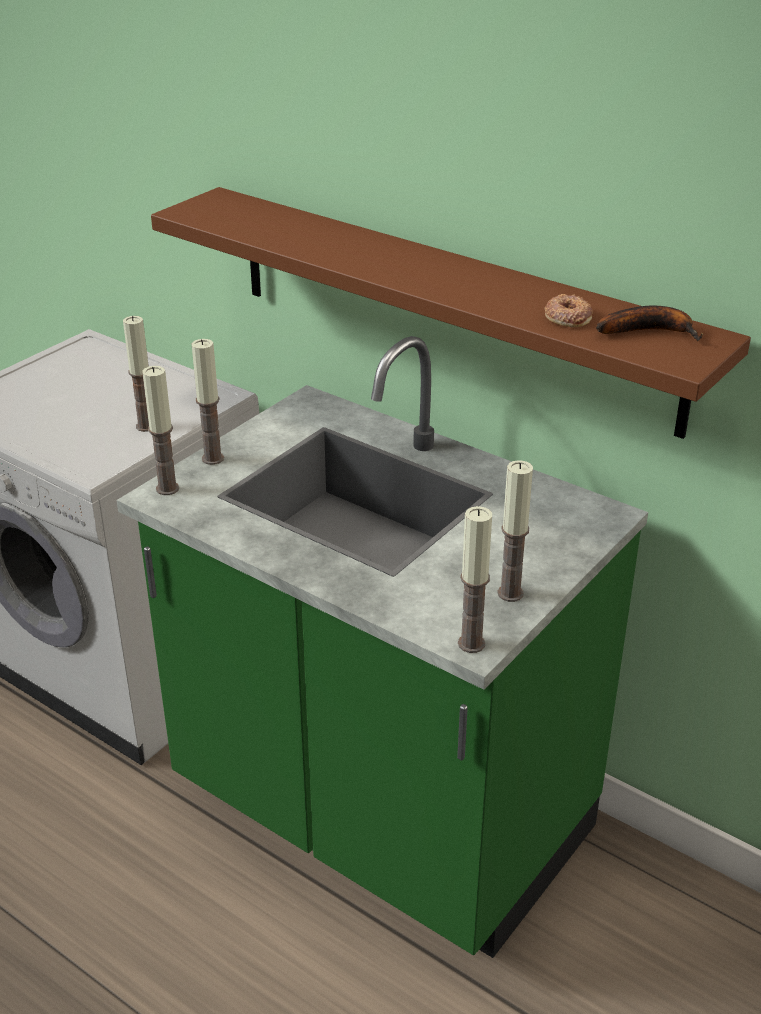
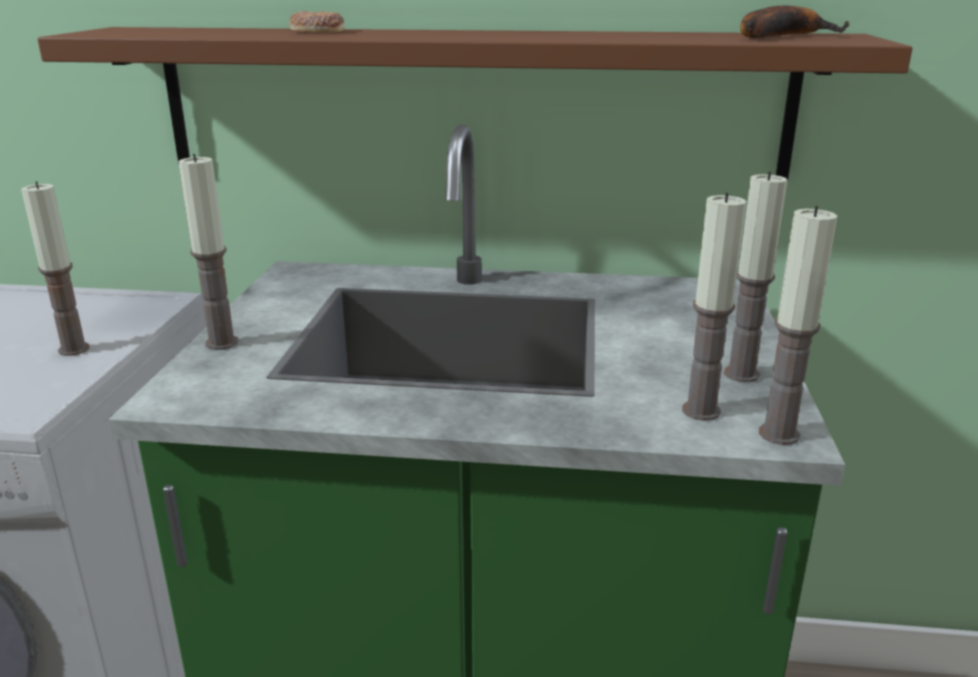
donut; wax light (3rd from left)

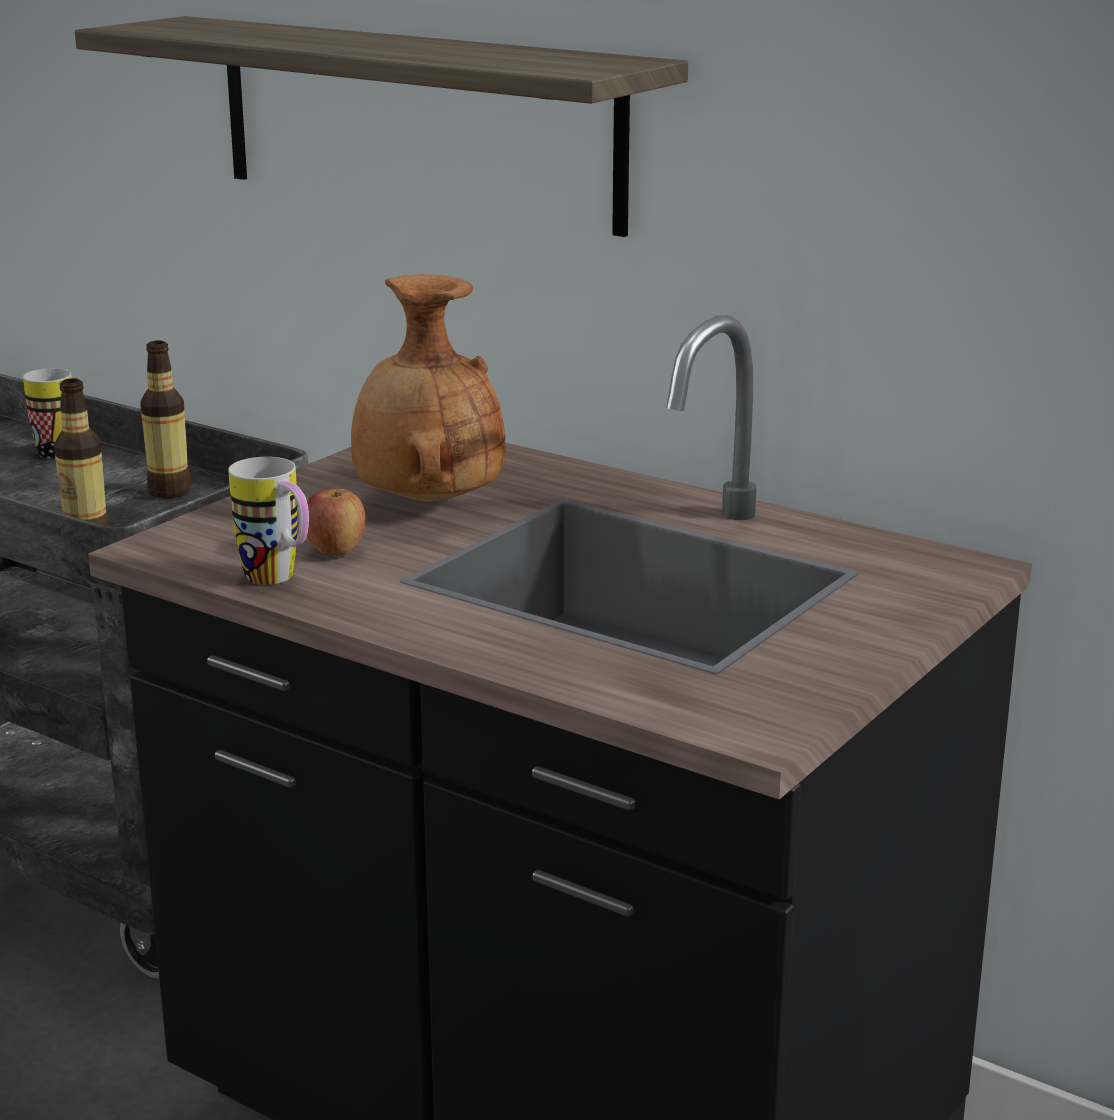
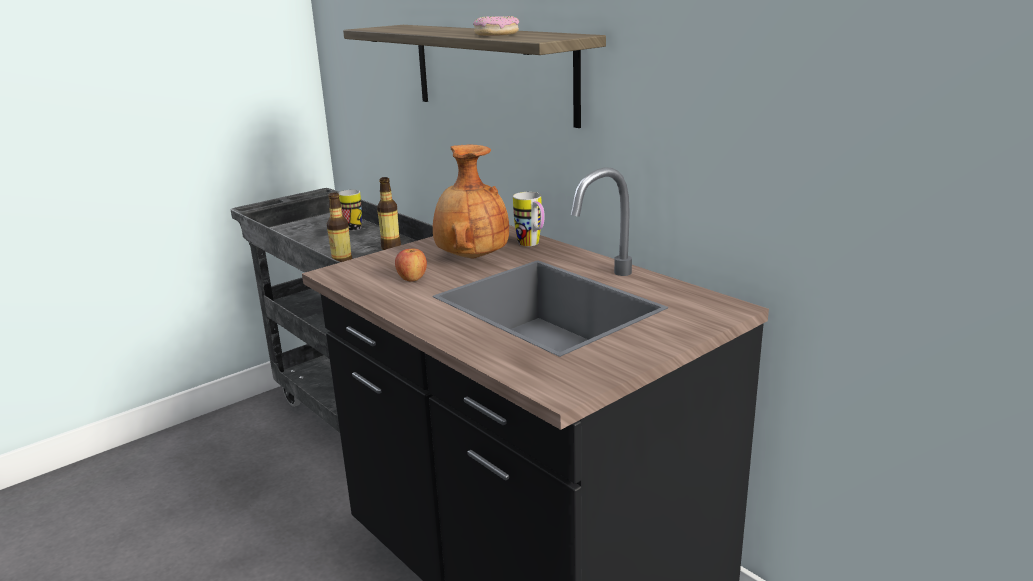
donut; coffee mug (2nd from left)

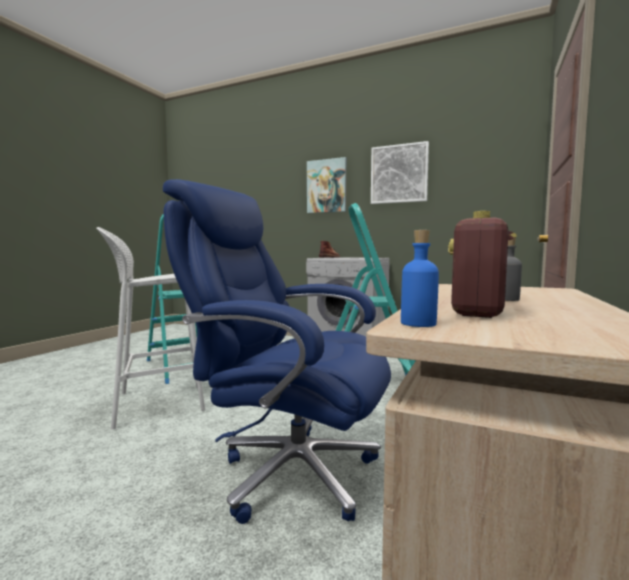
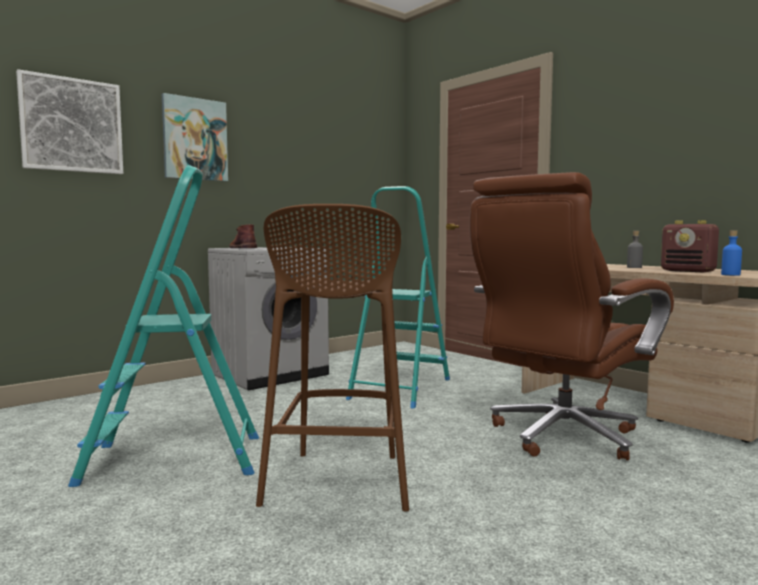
wall picture (1st from left); brown stool; brown office chair

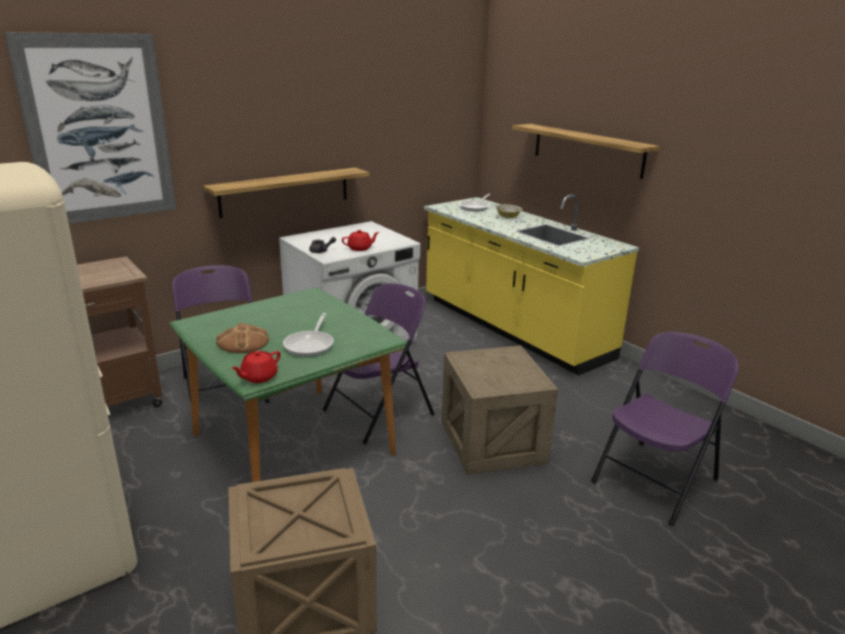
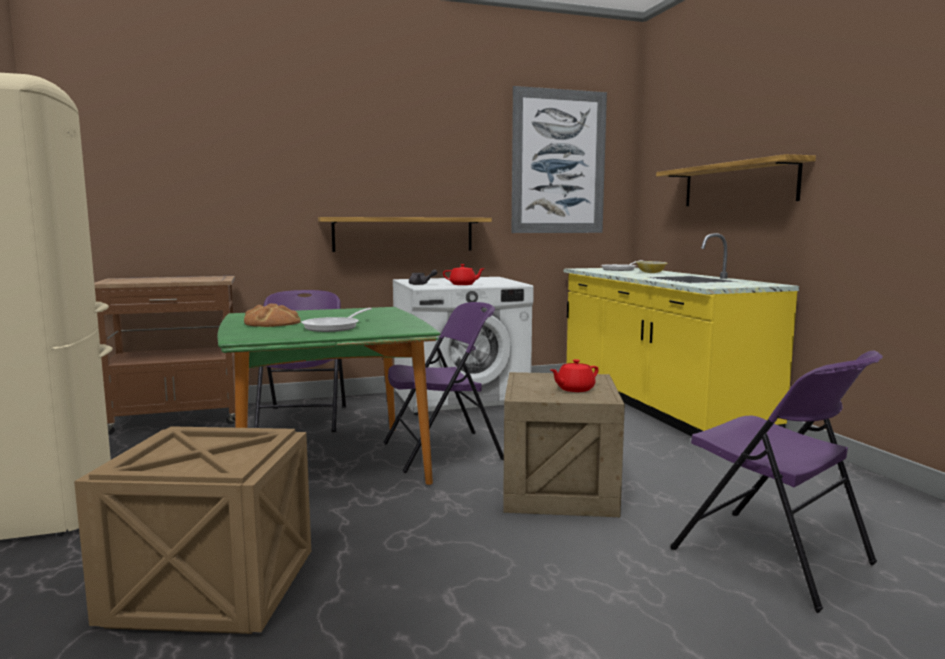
wall picture; red tea pot (2nd from left); purple-coloured upright chair (3rd from left)

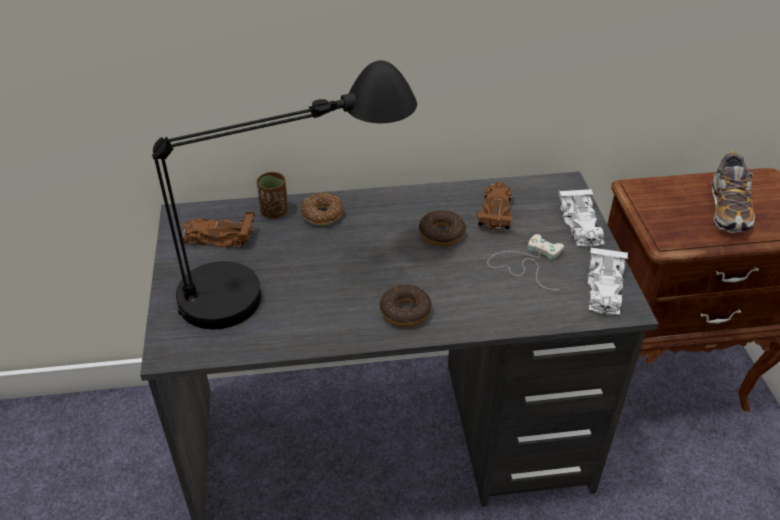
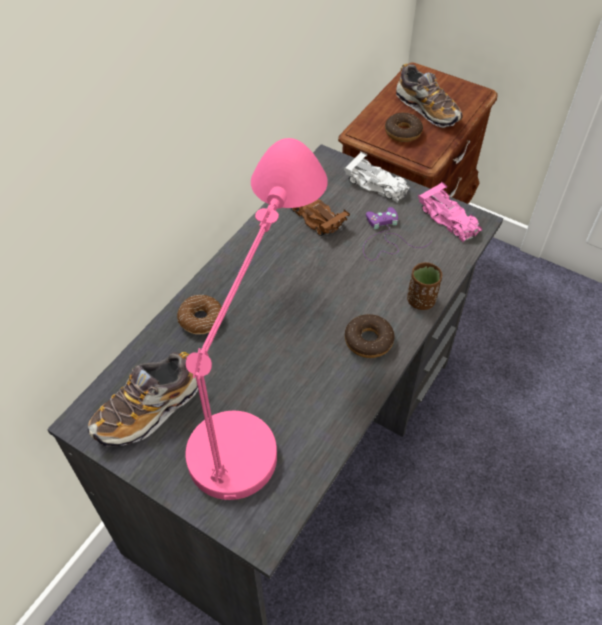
shoe (1st from left); pinkish table lamp; purple-coloured game controller; donut (3rd from left); brown cup; pinkish miniature car

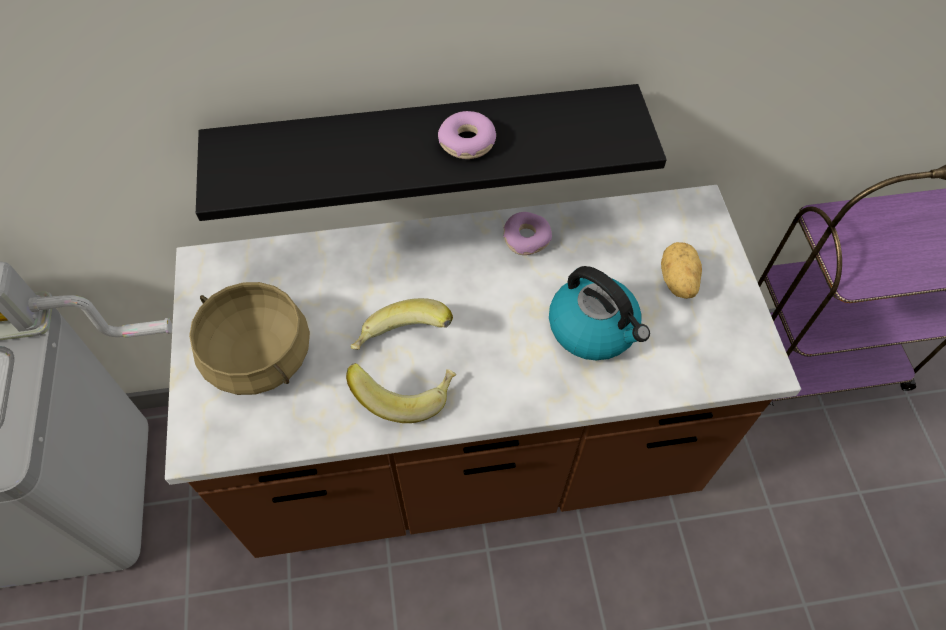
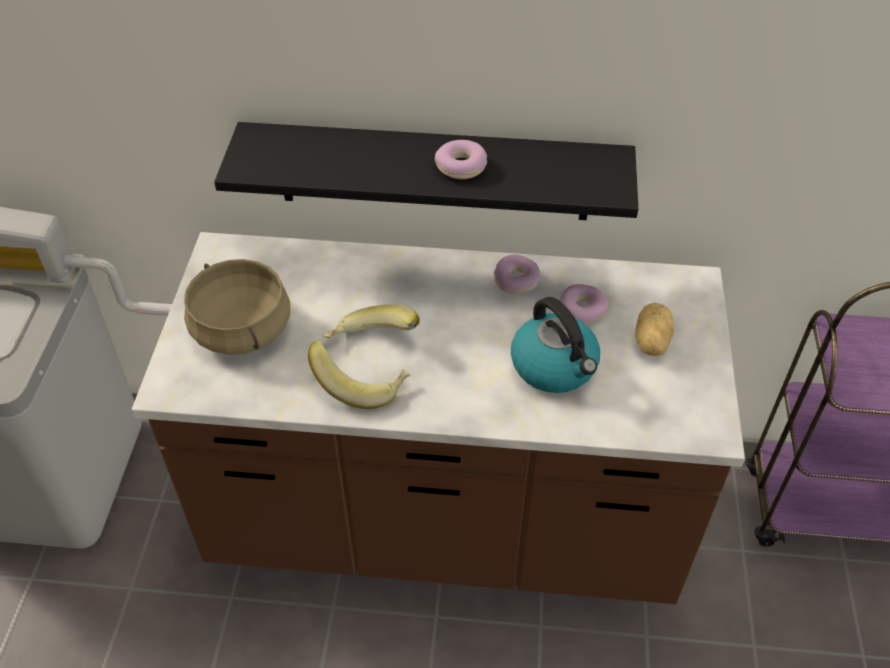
donut (3rd from left)

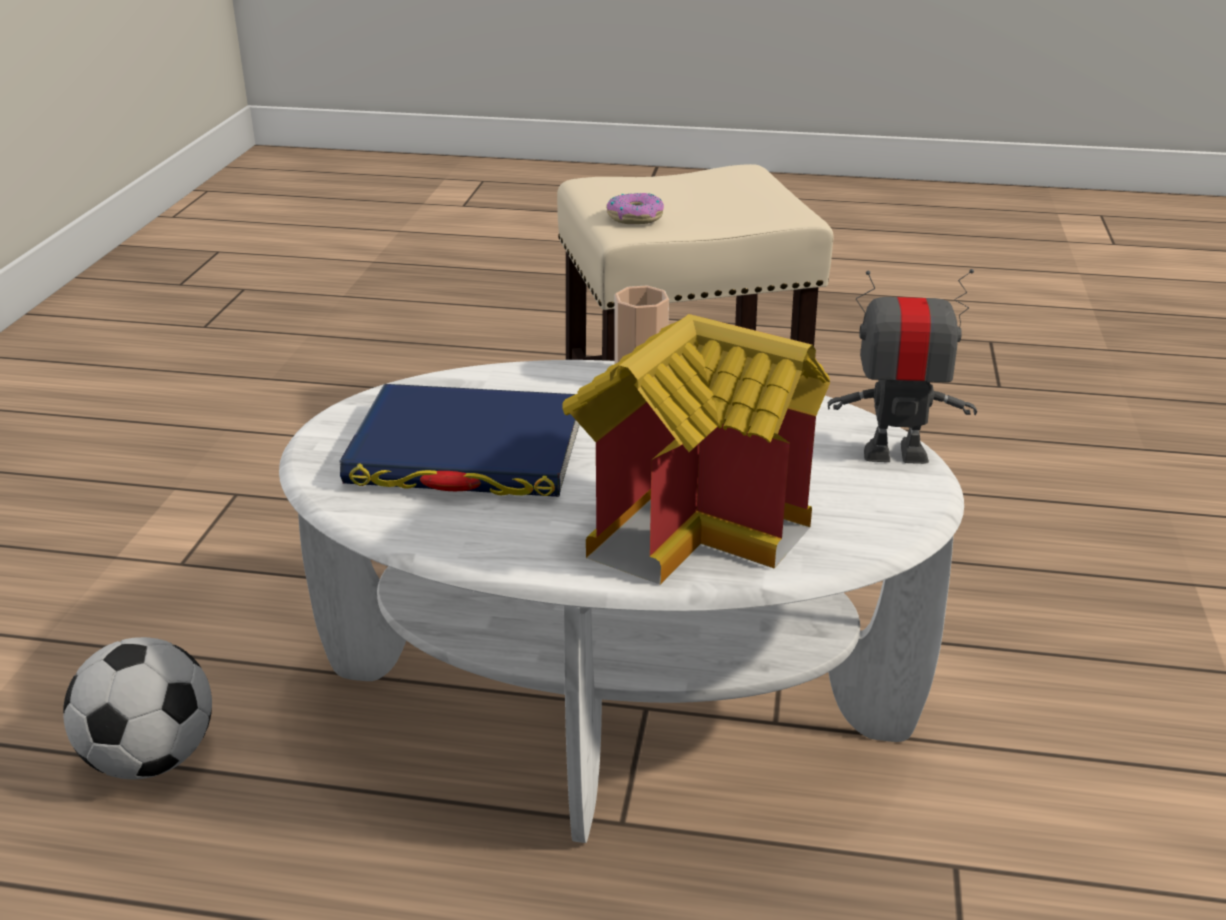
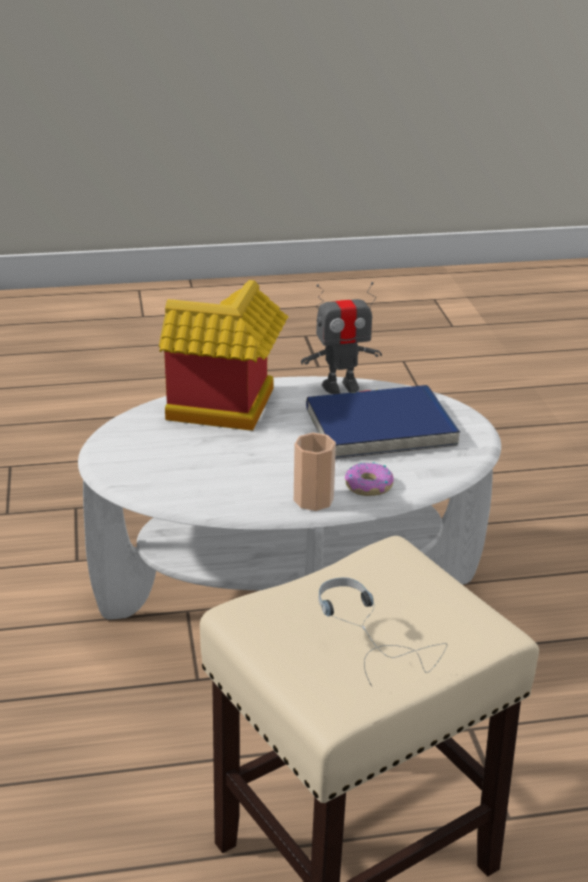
model robot; pair of headphones; donut; football ball

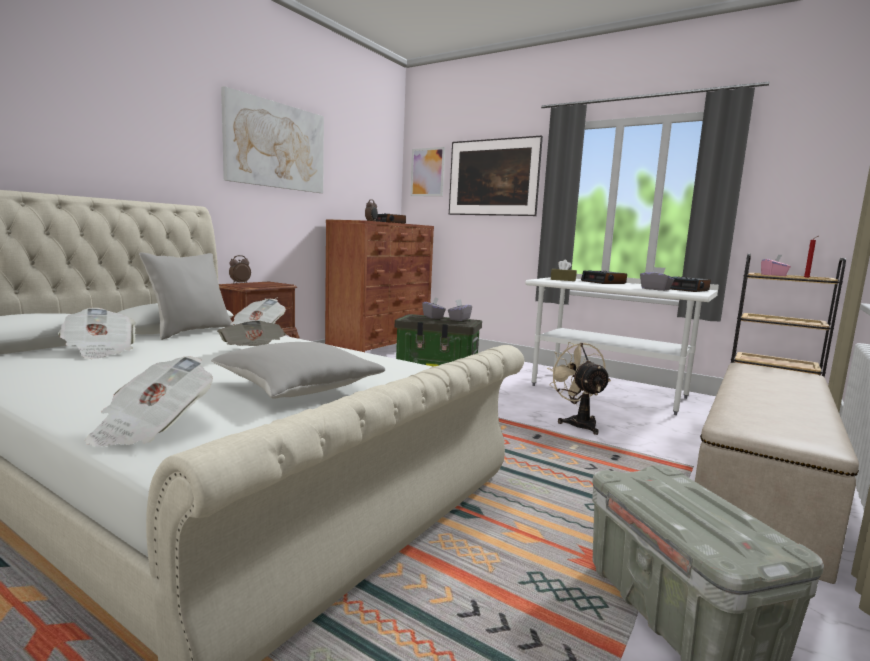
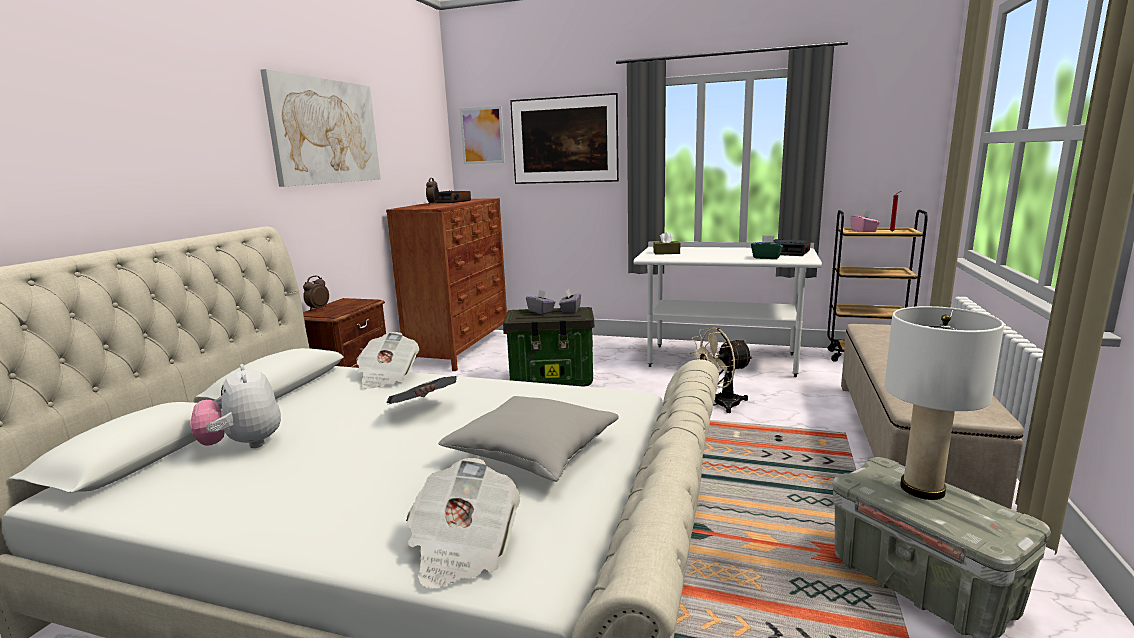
soft toy; beige-coloured fan; greenish box of tissues; white-coloured table lamp; gray pillow (1st from left in the first image); bedside clock (4th from left in the first image)

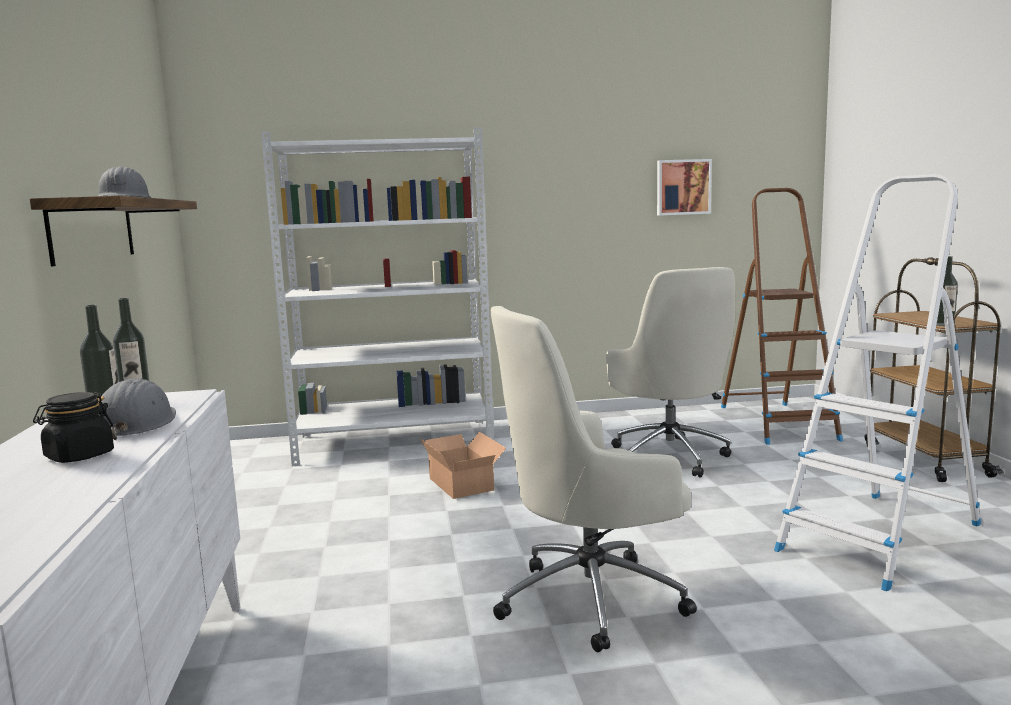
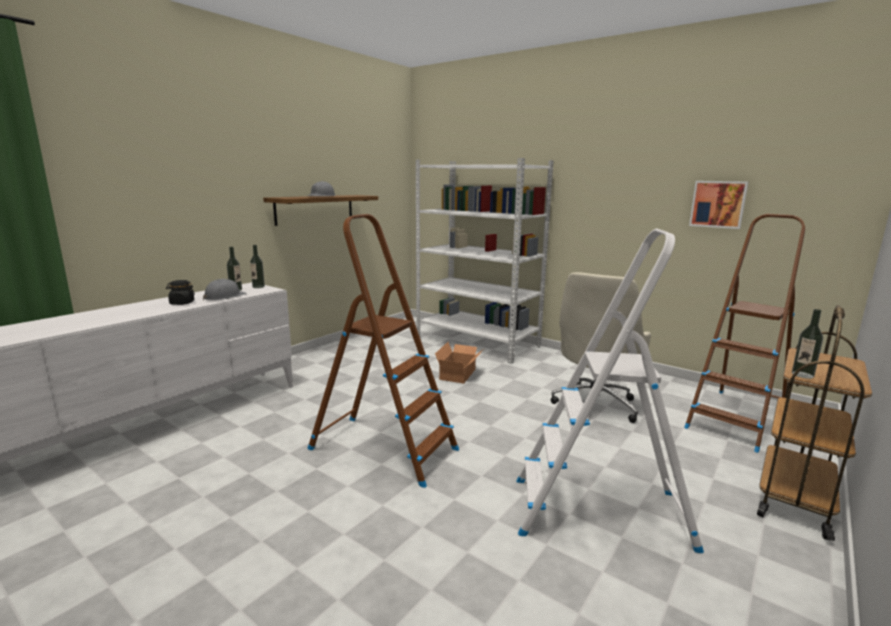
brown step stool (1st from left)

